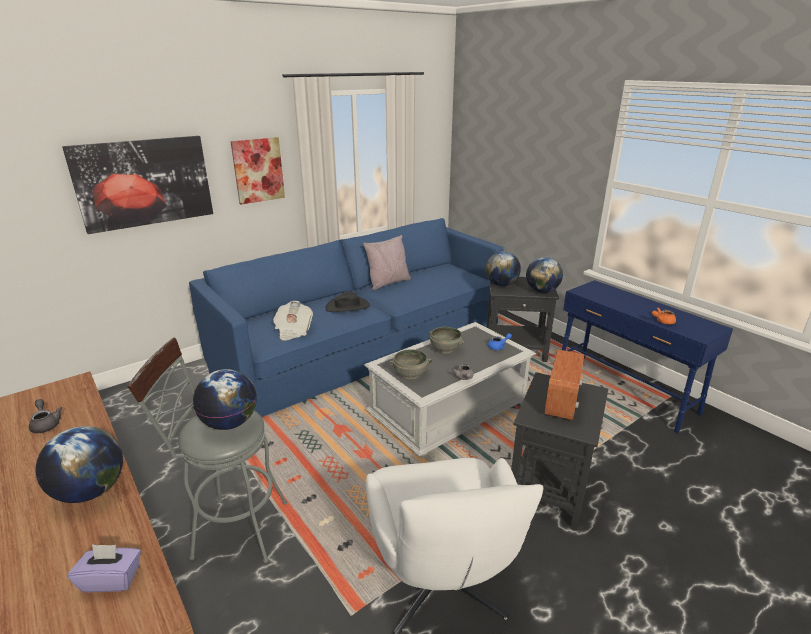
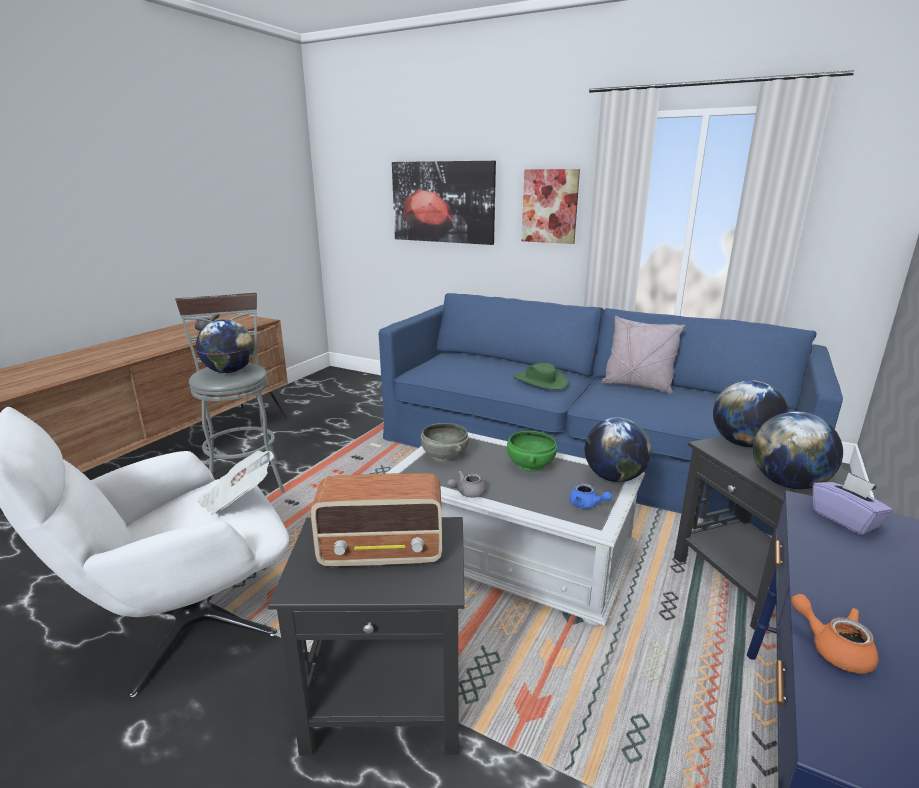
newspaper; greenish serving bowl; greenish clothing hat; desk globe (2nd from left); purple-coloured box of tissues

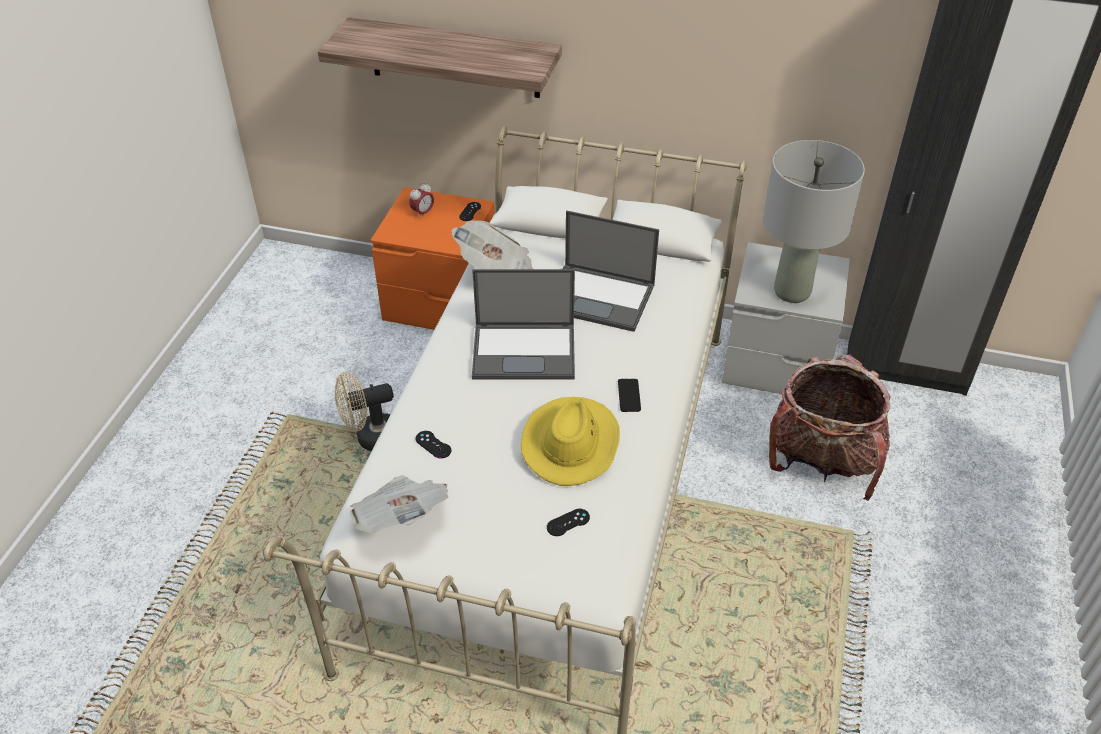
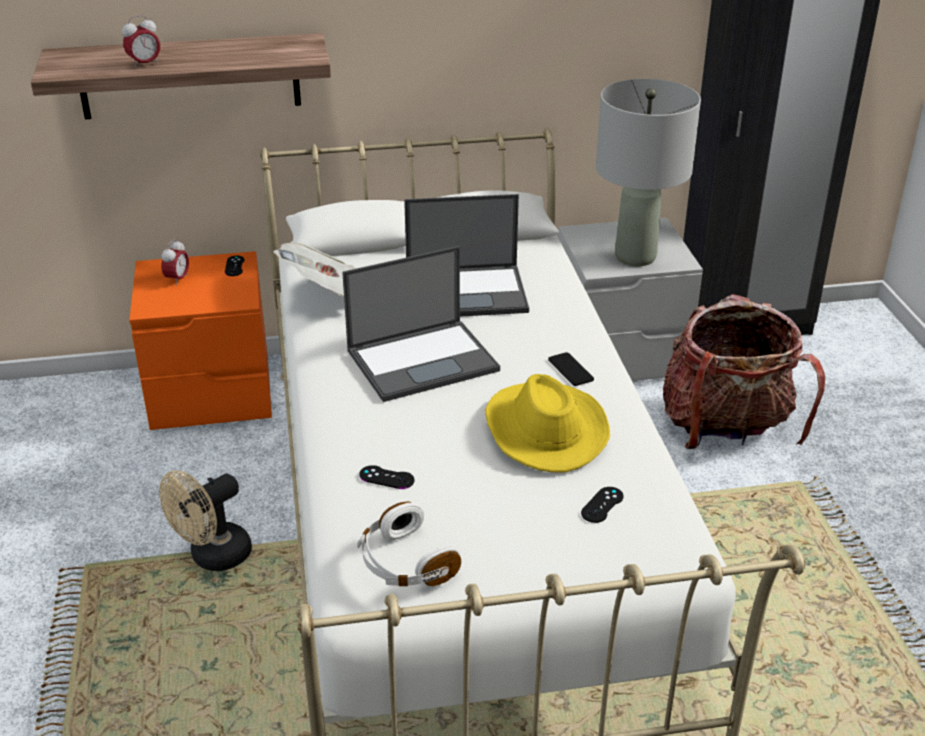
bedside clock (1st from left); white-coloured pair of headphones

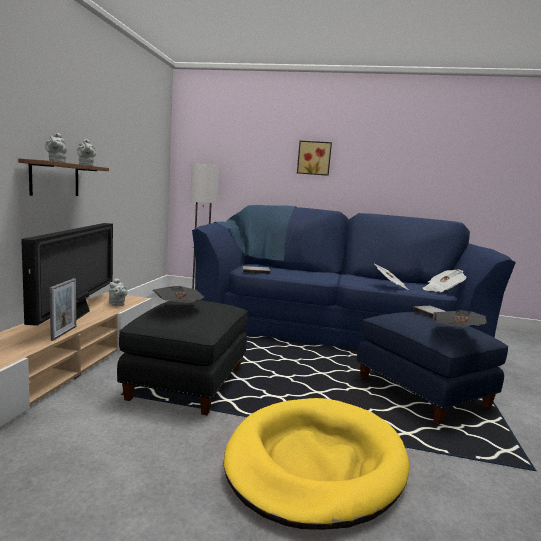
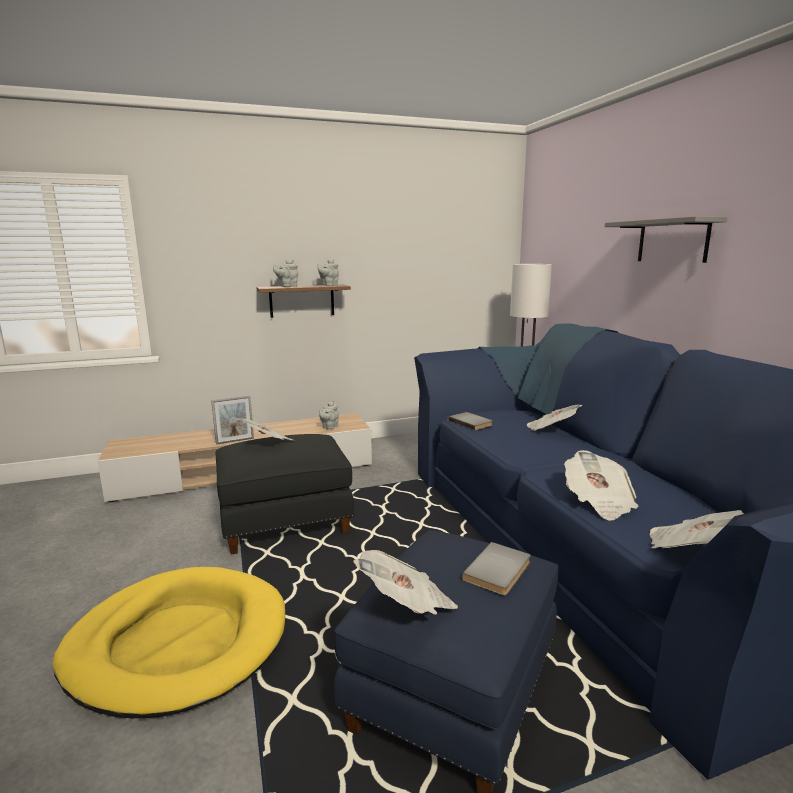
newspaper (3rd from left); gray shelf; TV set

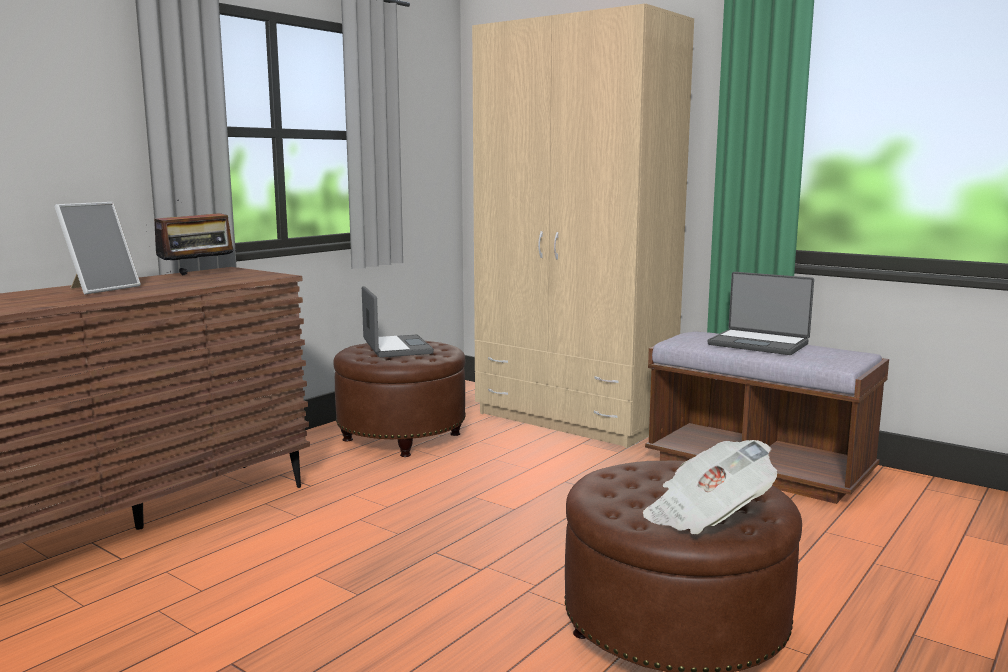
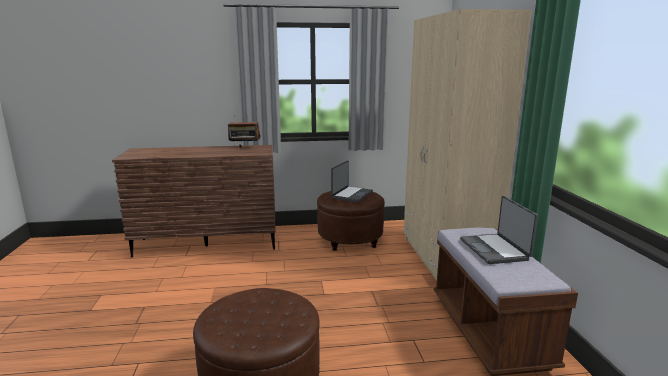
picture frame; newspaper

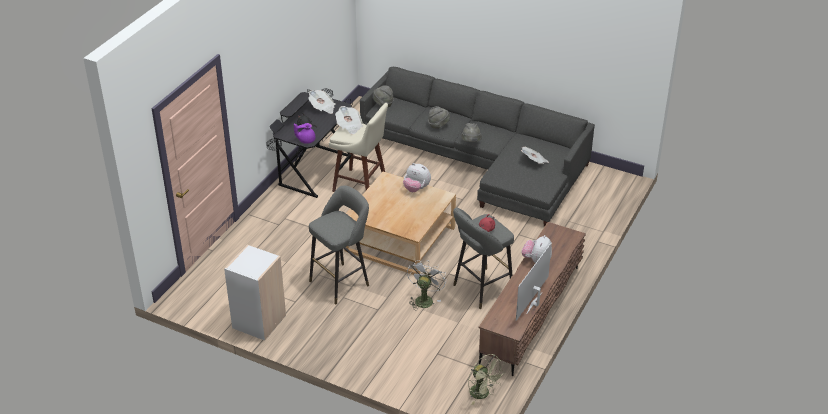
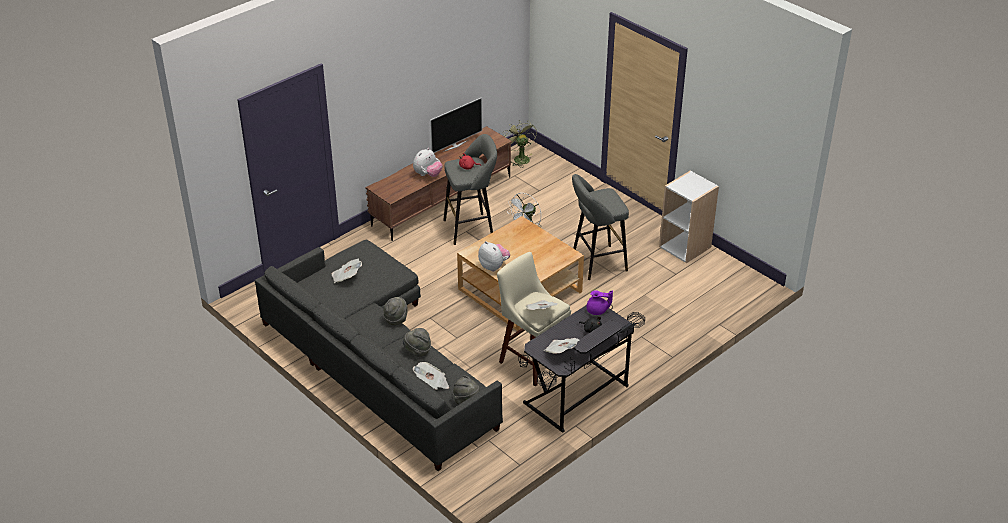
newspaper (2nd from left)

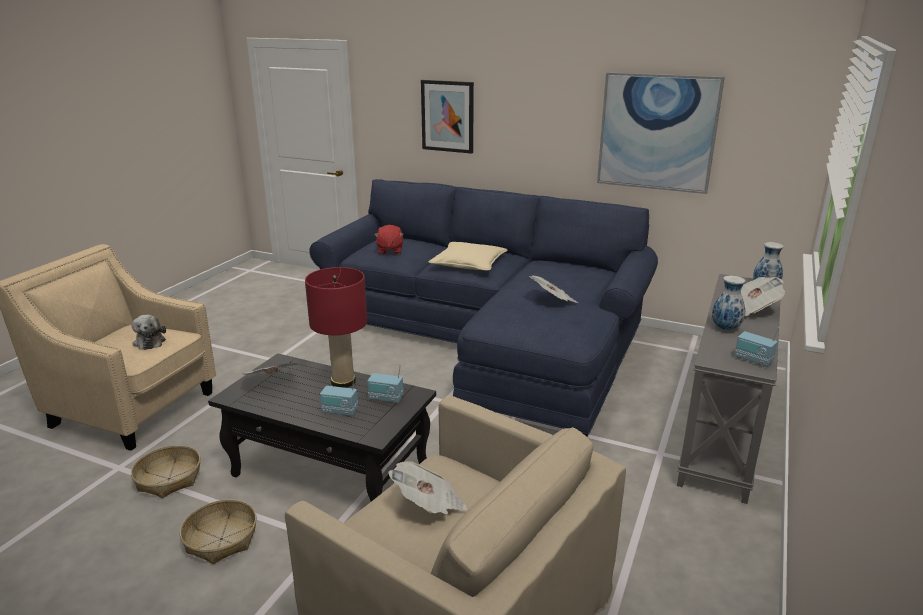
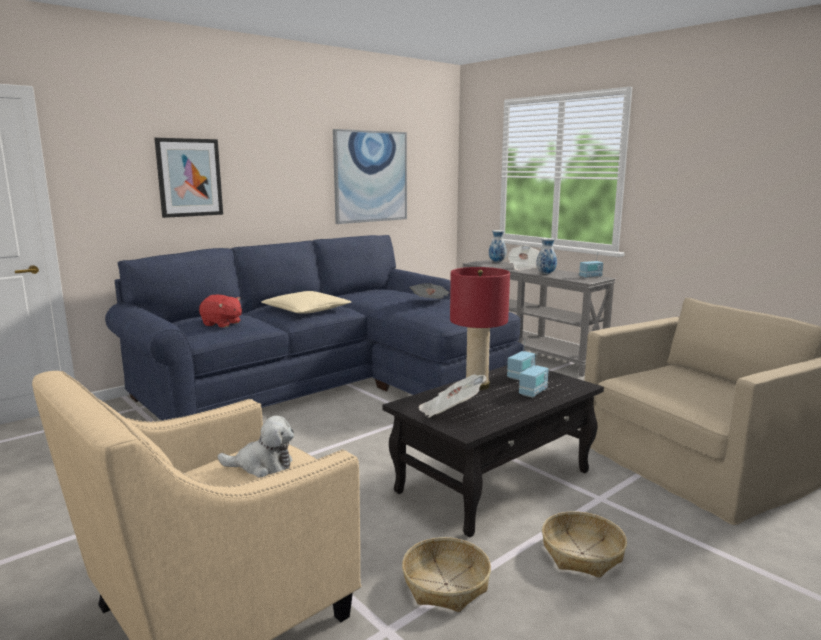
newspaper (2nd from left in the first image)

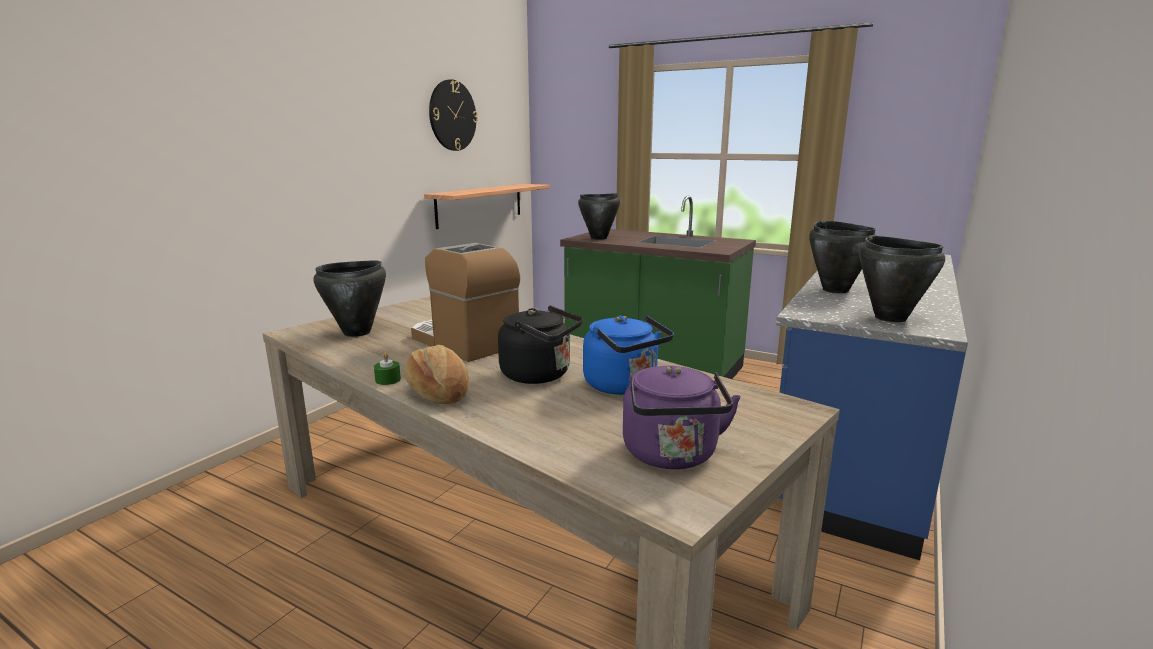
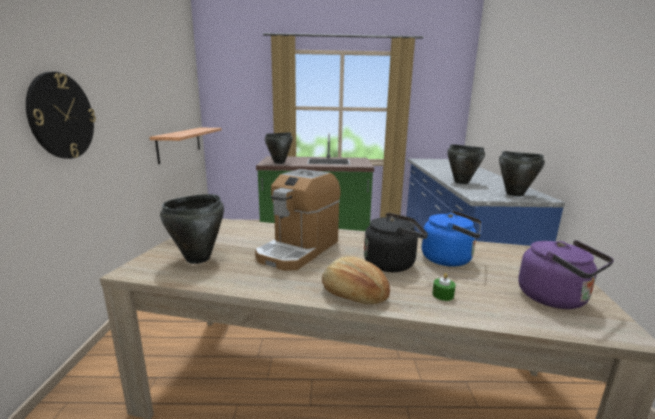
clock on the wall; coffee maker; greenish wax light

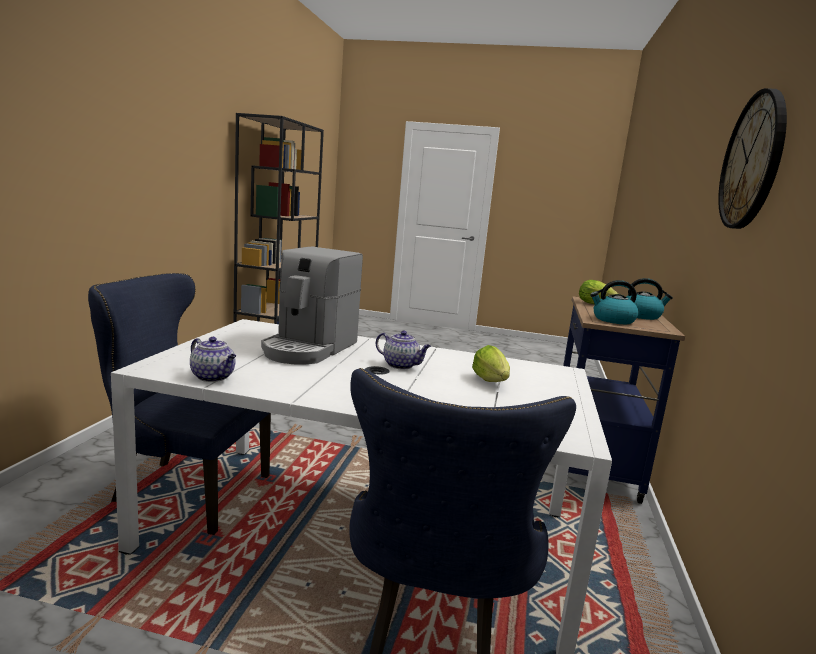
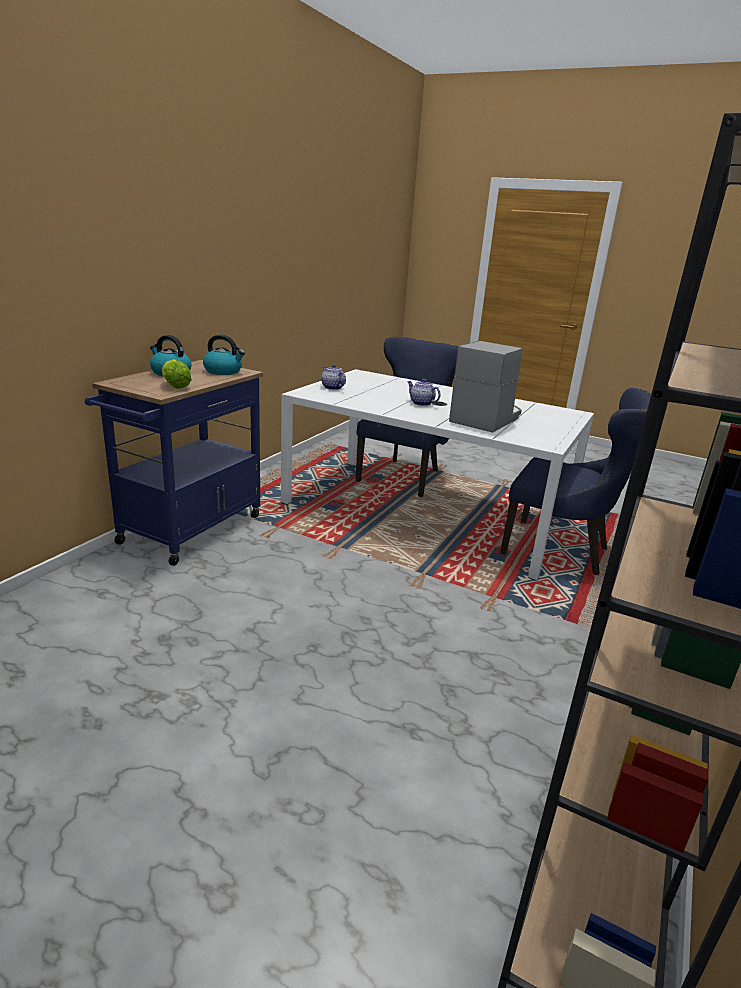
tea pot (1st from left); lettuce (1st from left in the first image); clock on the wall

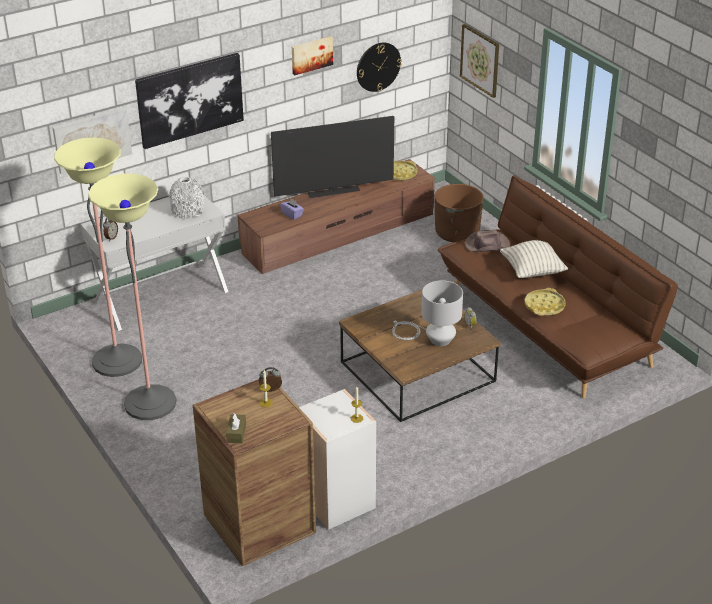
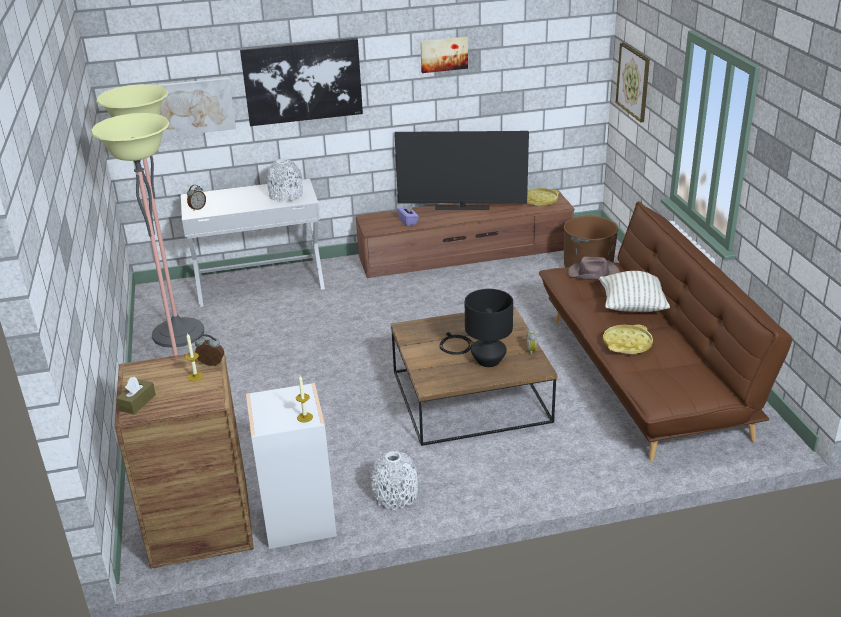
white-coloured decorative vase (2nd from left); blackish table lamp; clock on the wall

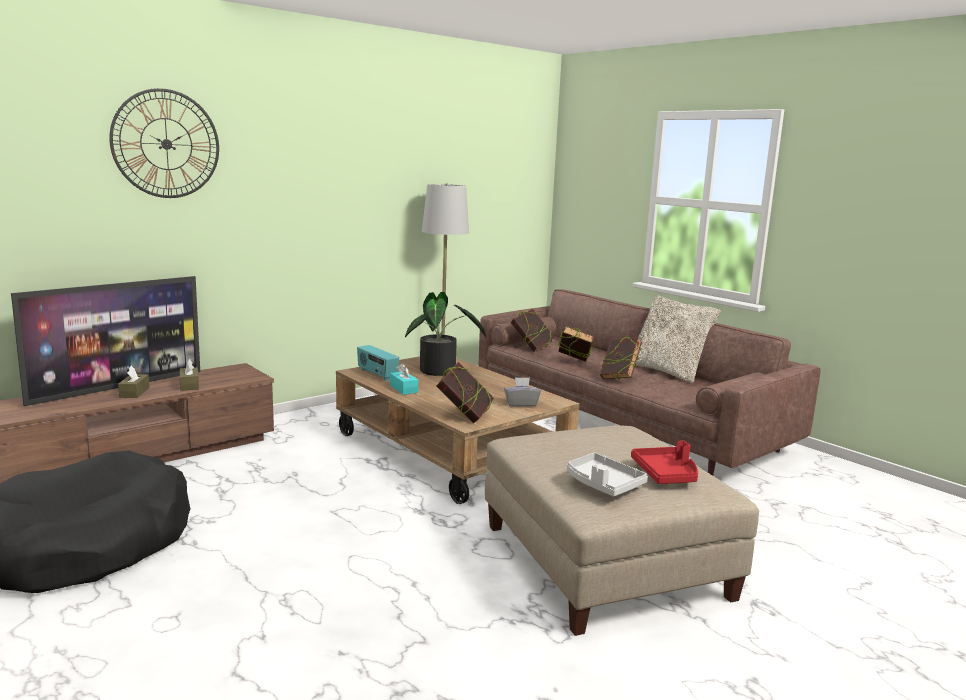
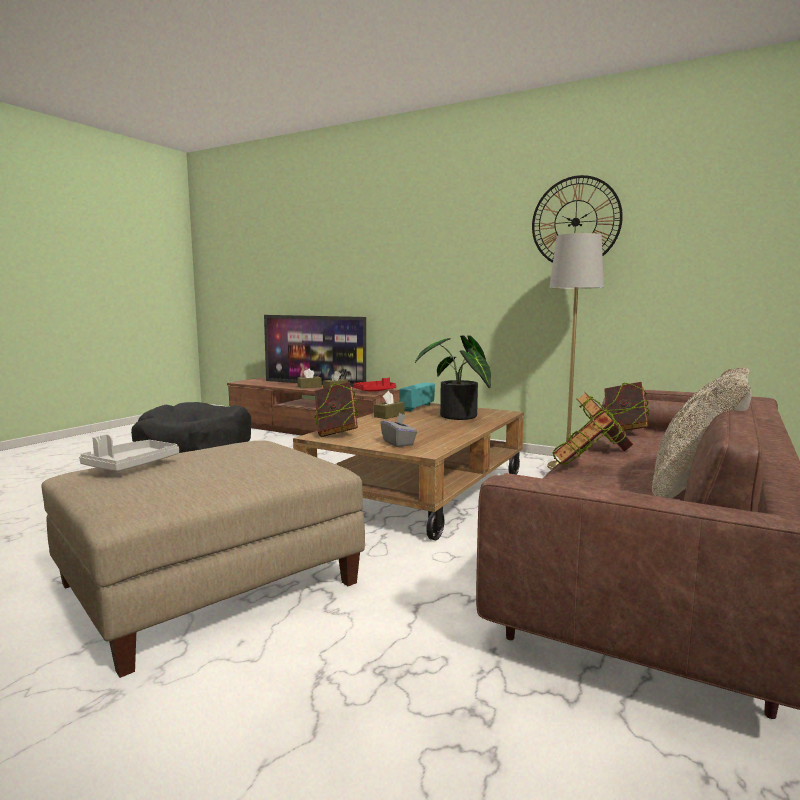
red tray; brown box of tissues (3rd from left); clock on the wall

